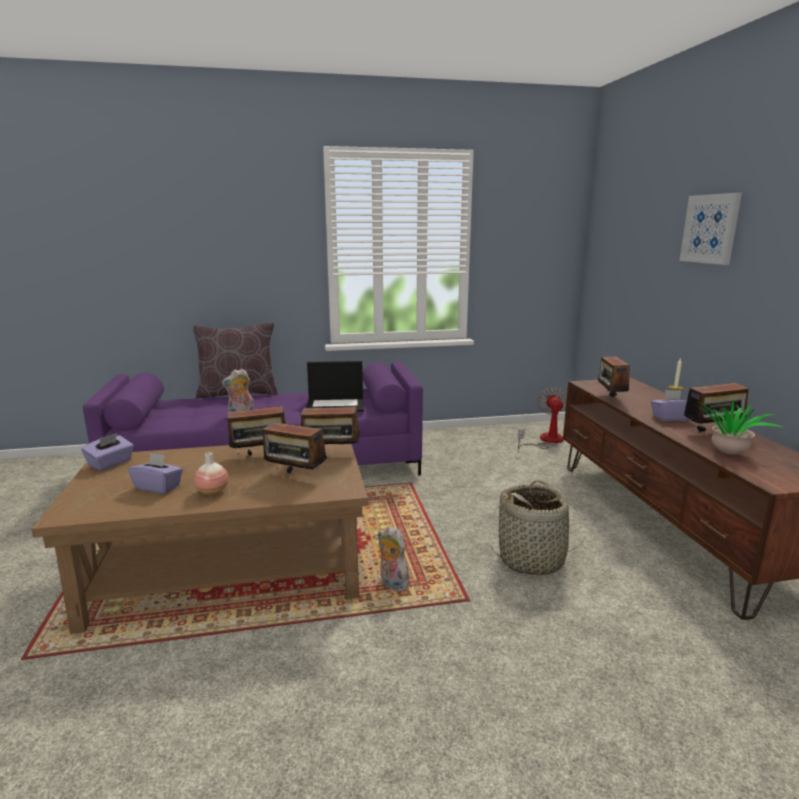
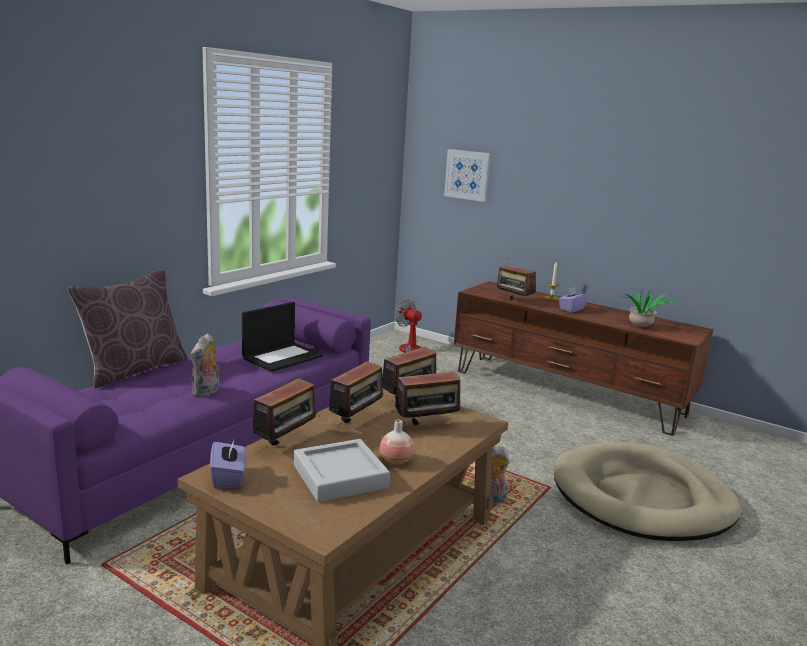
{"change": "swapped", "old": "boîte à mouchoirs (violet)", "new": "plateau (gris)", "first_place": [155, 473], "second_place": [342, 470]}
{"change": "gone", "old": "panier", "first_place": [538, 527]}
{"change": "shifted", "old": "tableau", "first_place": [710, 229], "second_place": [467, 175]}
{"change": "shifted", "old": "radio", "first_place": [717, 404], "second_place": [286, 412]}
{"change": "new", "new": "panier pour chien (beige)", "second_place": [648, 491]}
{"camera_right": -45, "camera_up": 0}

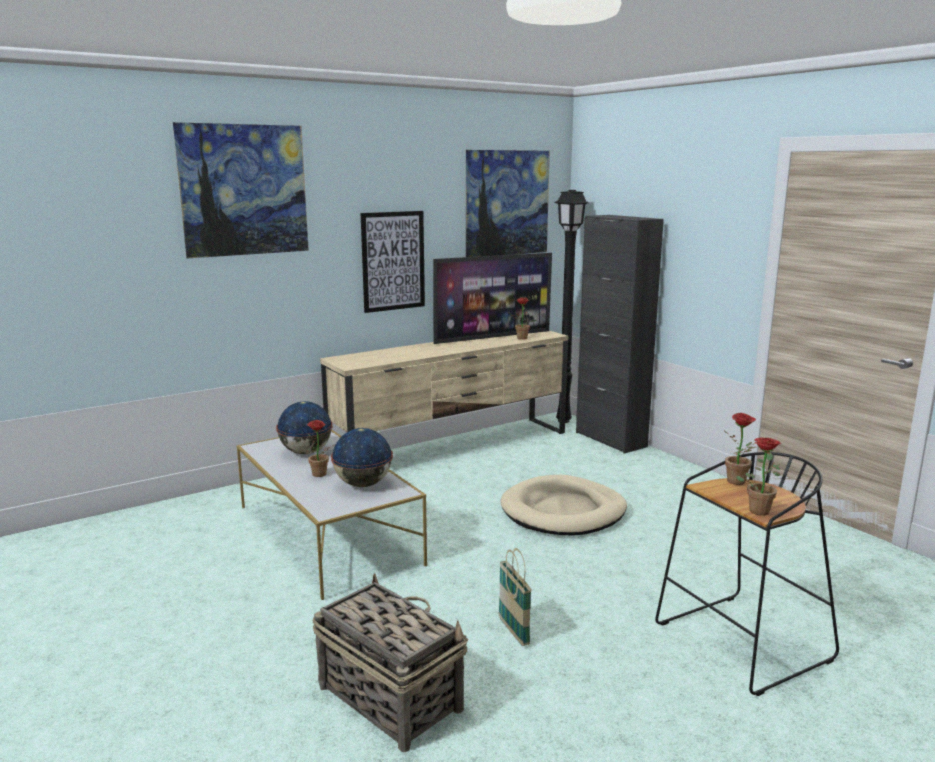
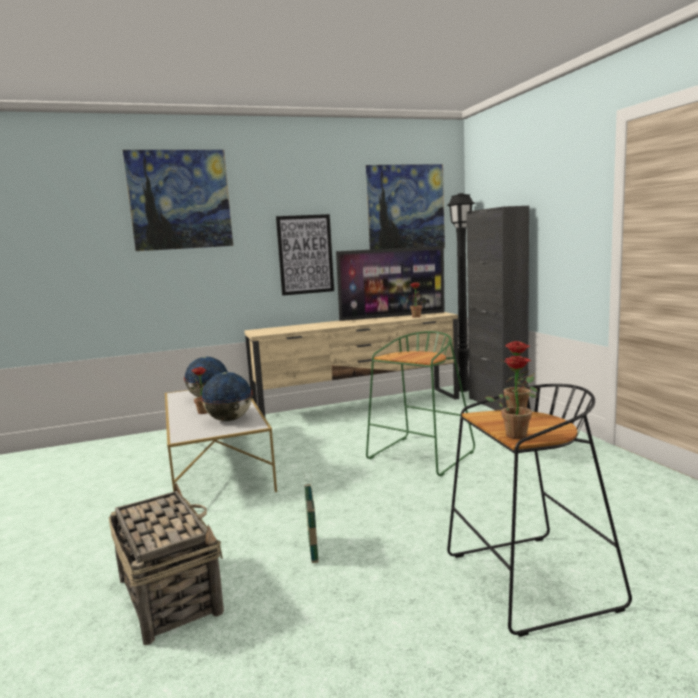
{"change": "swapped", "old": "panier pour chien (beige)", "new": "tabouret (vert)", "first_place": [563, 505], "second_place": [420, 403]}
{"camera_right": 15, "camera_up": -5}

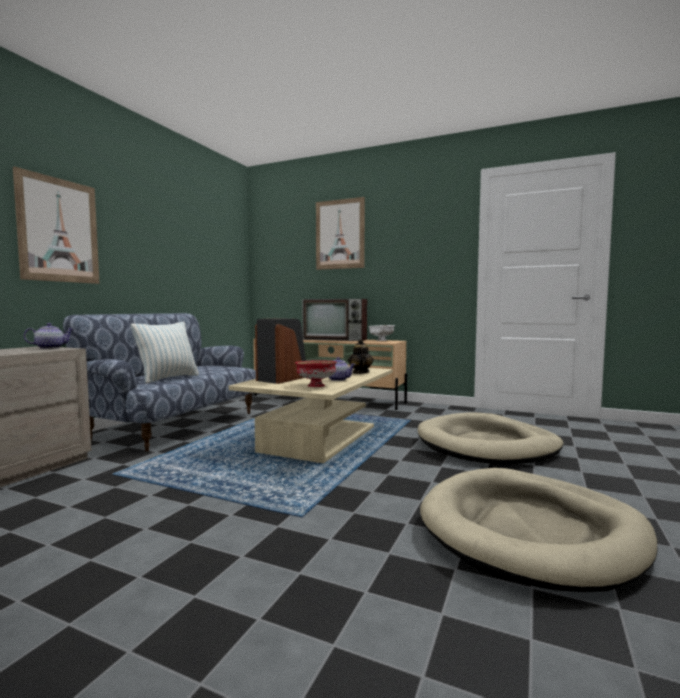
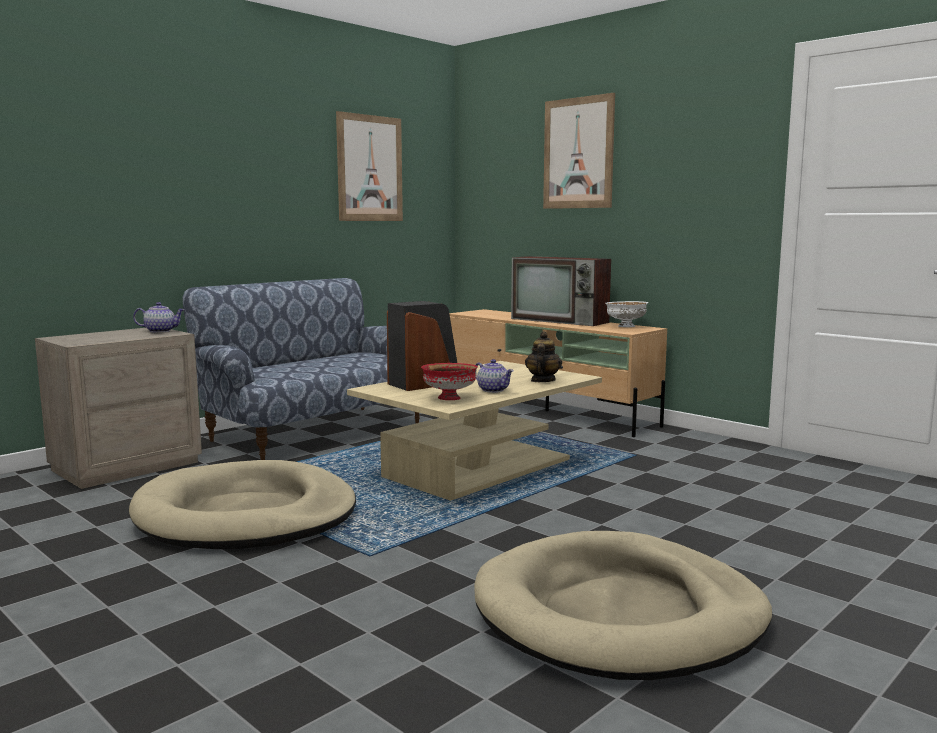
{"change": "shifted", "old": "tableau", "first_place": [56, 225], "second_place": [369, 166]}
{"change": "gone", "old": "coussin", "first_place": [165, 353]}
{"change": "shifted", "old": "panier pour chien (beige)", "first_place": [490, 438], "second_place": [242, 504]}
{"camera_right": 20, "camera_up": 5}

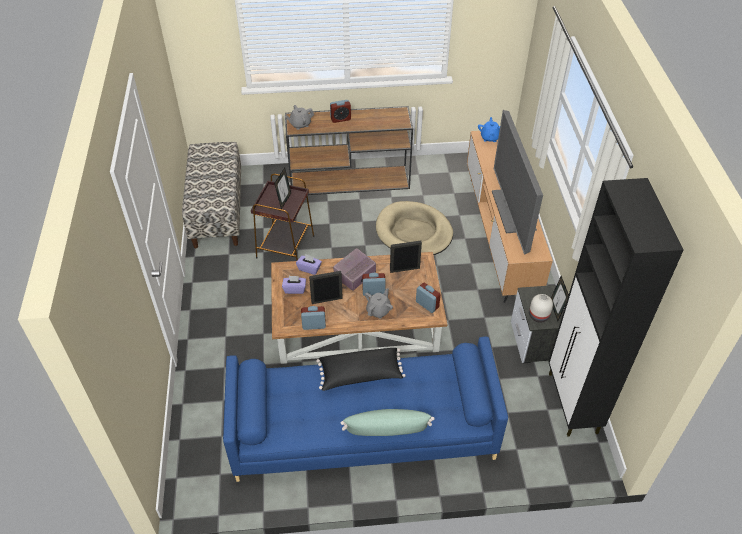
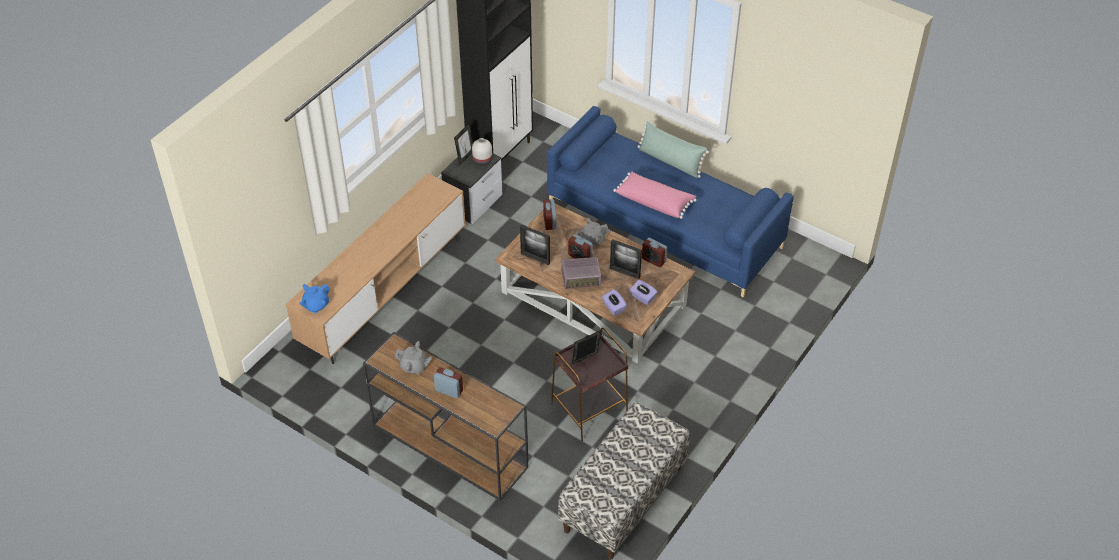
{"change": "shifted", "old": "théière (gris)", "first_place": [299, 117], "second_place": [413, 357]}
{"change": "repainted", "old": "coussin (noir)", "new": "coussin (rose)", "first_place": [360, 369], "second_place": [655, 195]}
{"change": "gone", "old": "panier pour chien (beige)", "first_place": [414, 228]}
{"change": "gone", "old": "téléviseur", "first_place": [517, 182]}
{"camera_right": -140, "camera_up": 0}

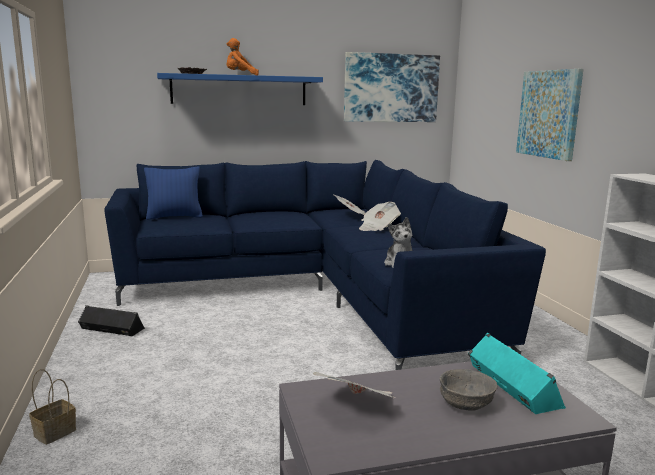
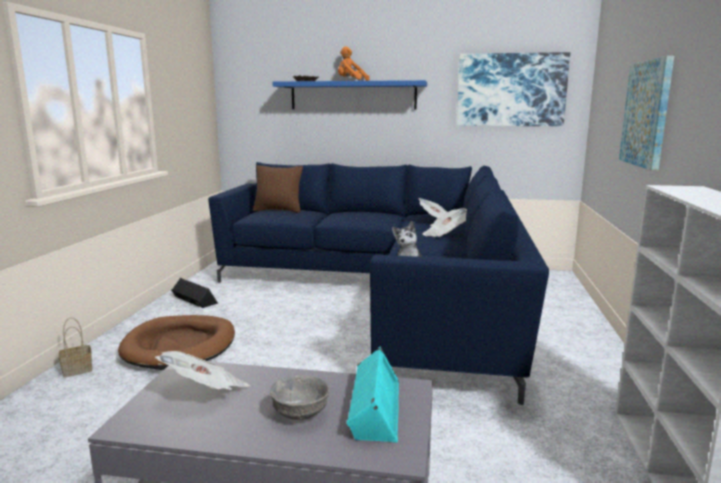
{"change": "repainted", "old": "coussin (bleu)", "new": "coussin (marron)", "first_place": [173, 193], "second_place": [278, 189]}
{"change": "new", "new": "panier pour chien (marron)", "second_place": [176, 342]}
{"camera_right": 25, "camera_up": 0}

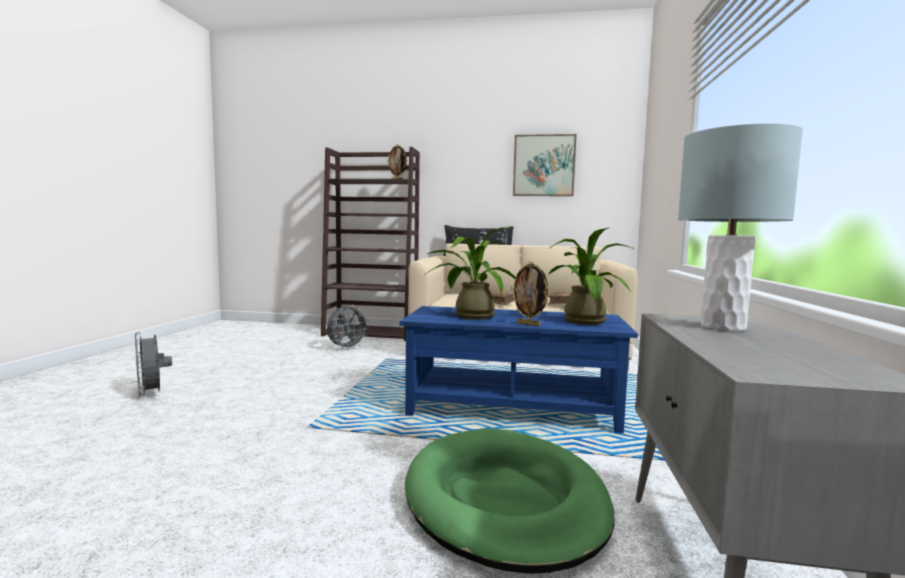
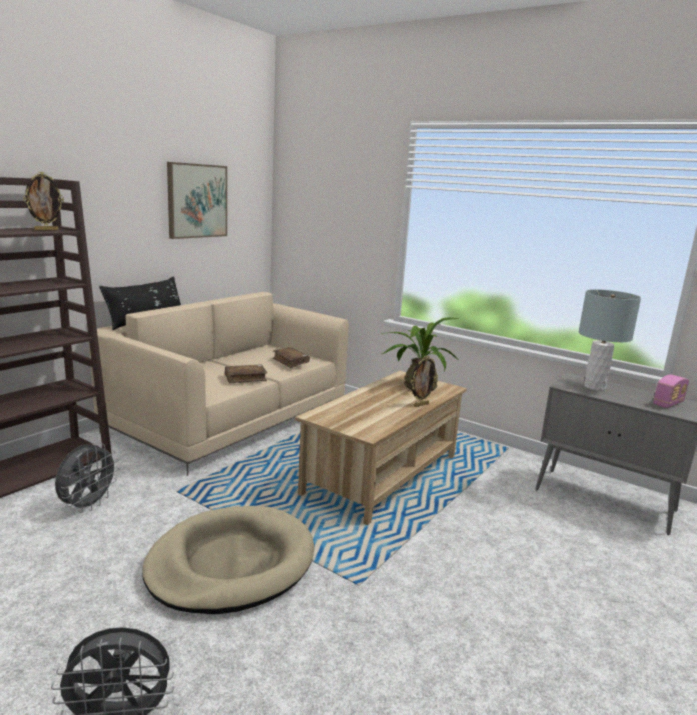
{"change": "rotated", "old": "ventilateur (gris)", "first_place": [348, 326], "second_place": [87, 478], "degrees": 45}
{"change": "repainted", "old": "table basse (bleu)", "new": "table basse (beige)", "first_place": [518, 369], "second_place": [381, 448]}
{"change": "gone", "old": "panier pour chien (vert)", "first_place": [509, 501]}
{"change": "gone", "old": "plante en pot", "first_place": [470, 273]}
{"change": "new", "new": "panier pour chien (beige)", "second_place": [228, 560]}
{"change": "new", "new": "radio", "second_place": [671, 391]}
{"camera_right": -65, "camera_up": 10}

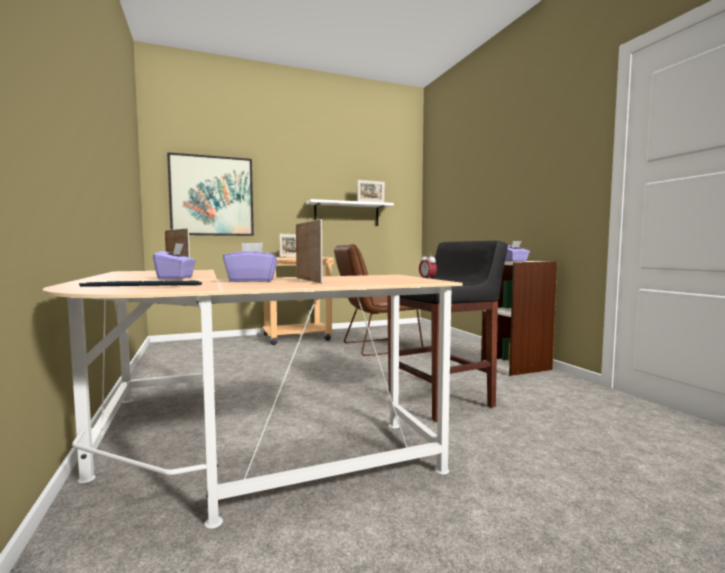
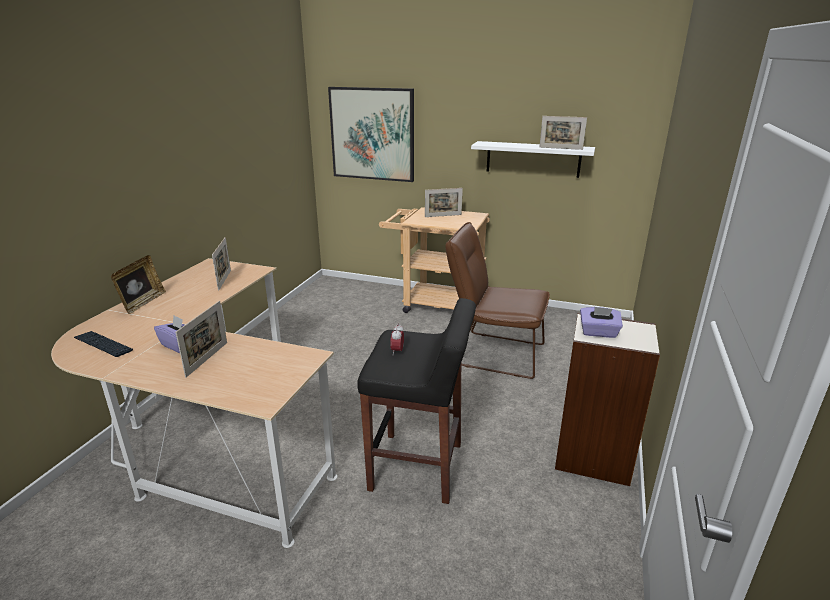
{"change": "gone", "old": "boîte à mouchoirs (violet)", "first_place": [174, 261]}
{"change": "new", "new": "cadre photo", "second_place": [138, 284]}
{"camera_right": 40, "camera_up": 20}

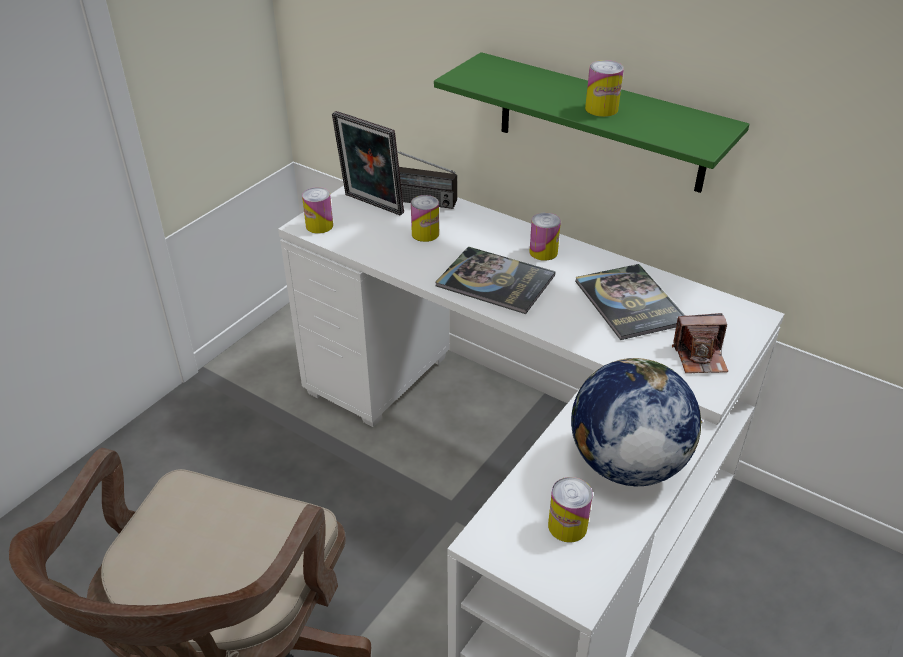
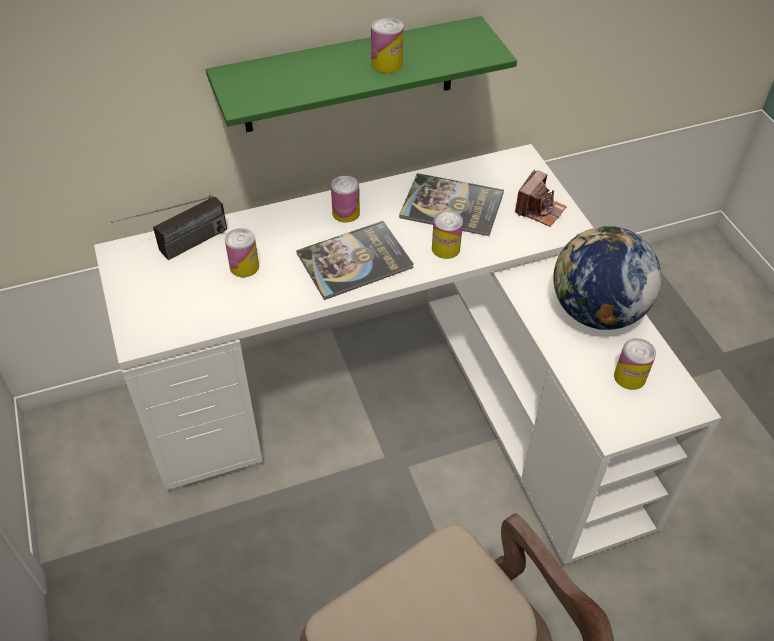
{"change": "shifted", "old": "boîte métallique", "first_place": [317, 210], "second_place": [447, 235]}
{"change": "gone", "old": "cadre photo", "first_place": [368, 163]}
{"camera_right": -55, "camera_up": 10}

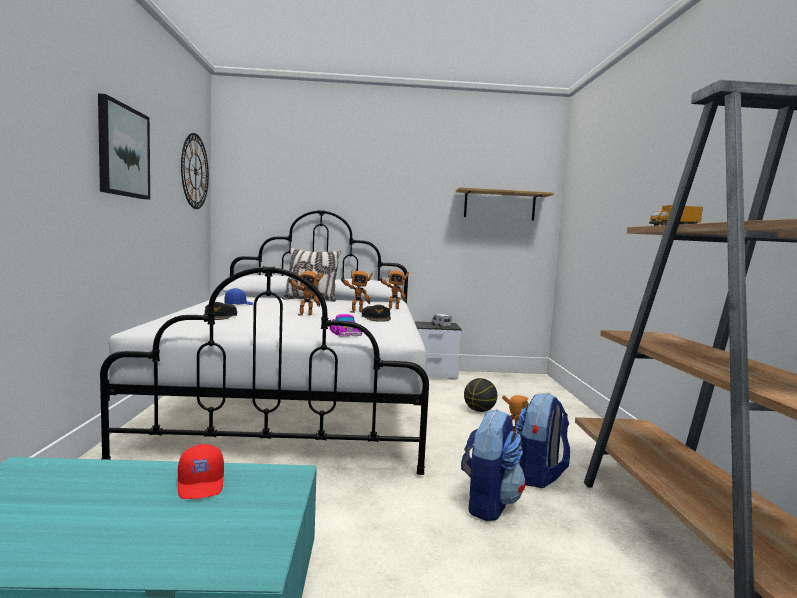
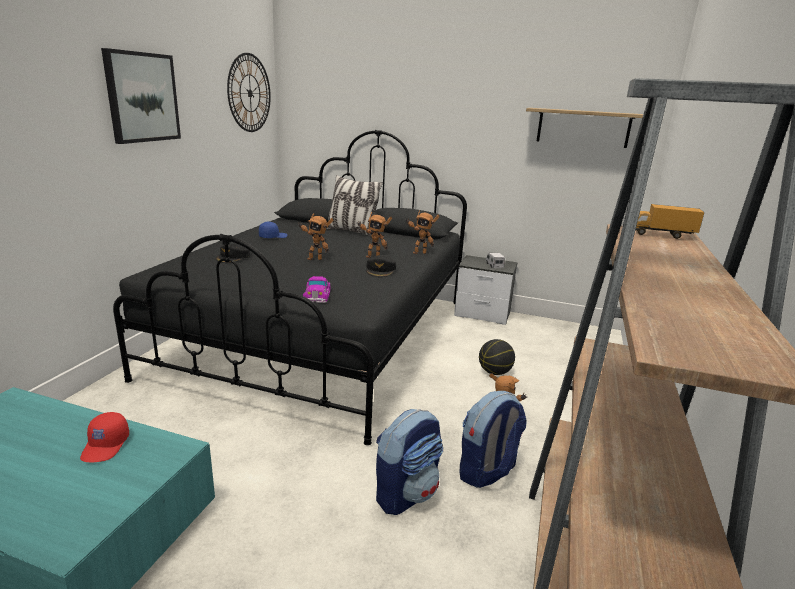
{"change": "repainted", "old": "lit (blanc)", "new": "lit (noir)", "first_place": [264, 342], "second_place": [290, 287]}
{"camera_right": 20, "camera_up": 15}

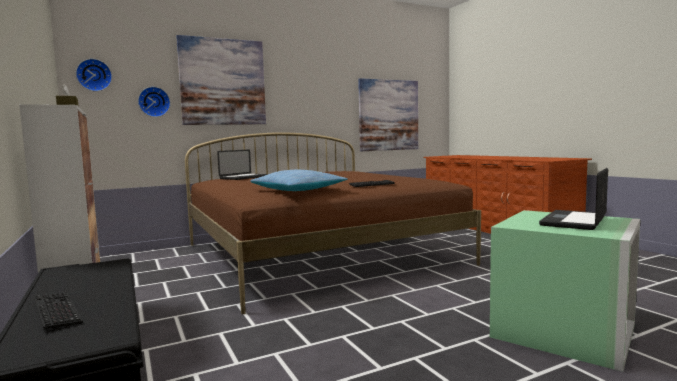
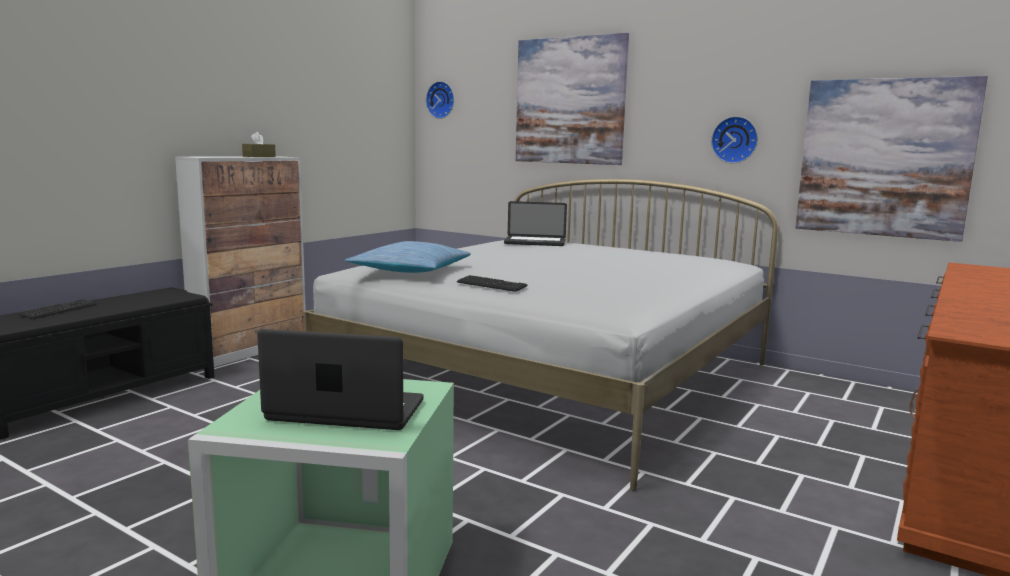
{"change": "shifted", "old": "horloge murale", "first_place": [154, 102], "second_place": [734, 140]}
{"change": "repainted", "old": "lit (marron)", "new": "lit (blanc)", "first_place": [333, 223], "second_place": [540, 335]}
{"camera_right": 60, "camera_up": 5}

